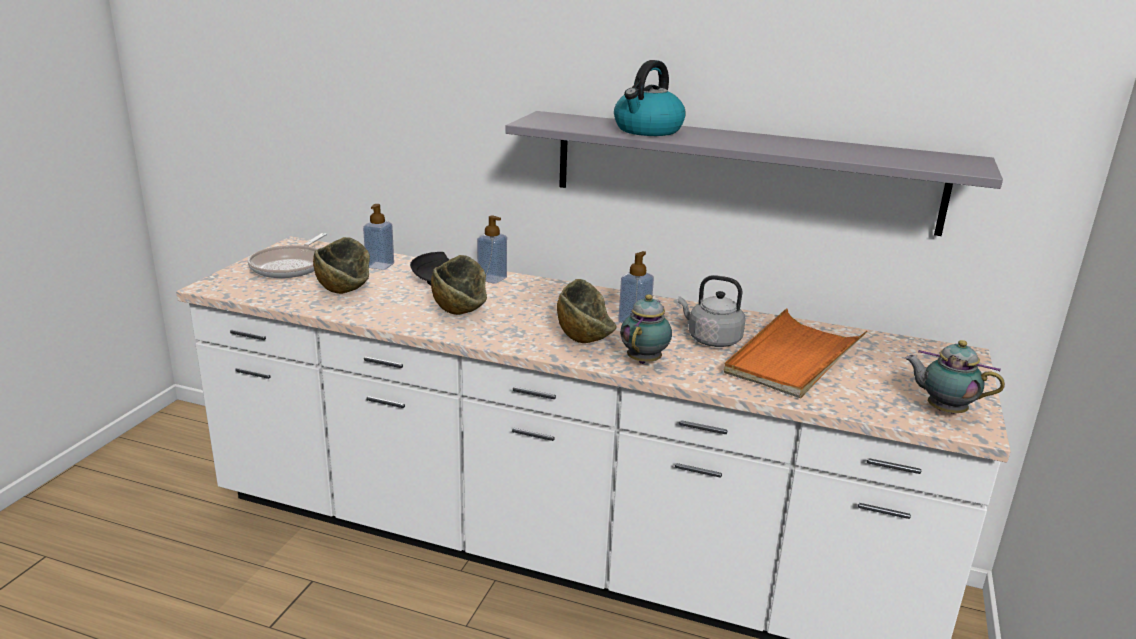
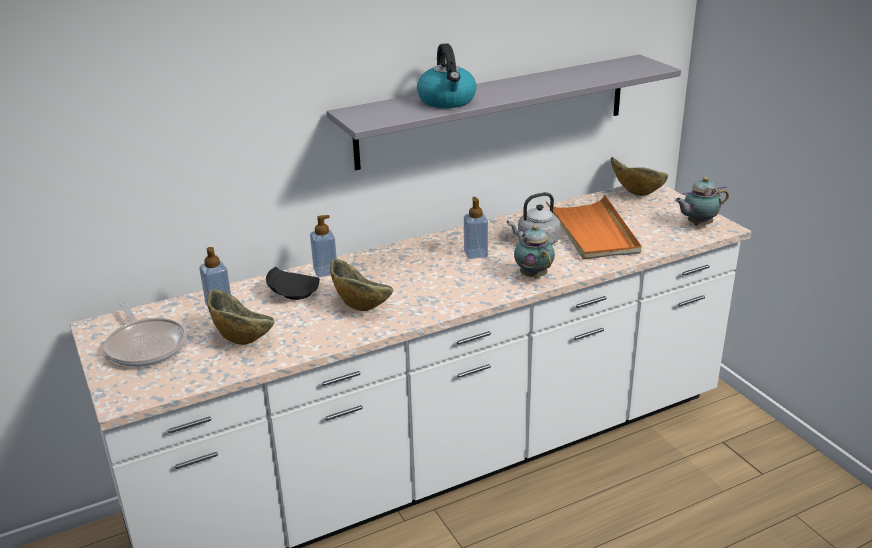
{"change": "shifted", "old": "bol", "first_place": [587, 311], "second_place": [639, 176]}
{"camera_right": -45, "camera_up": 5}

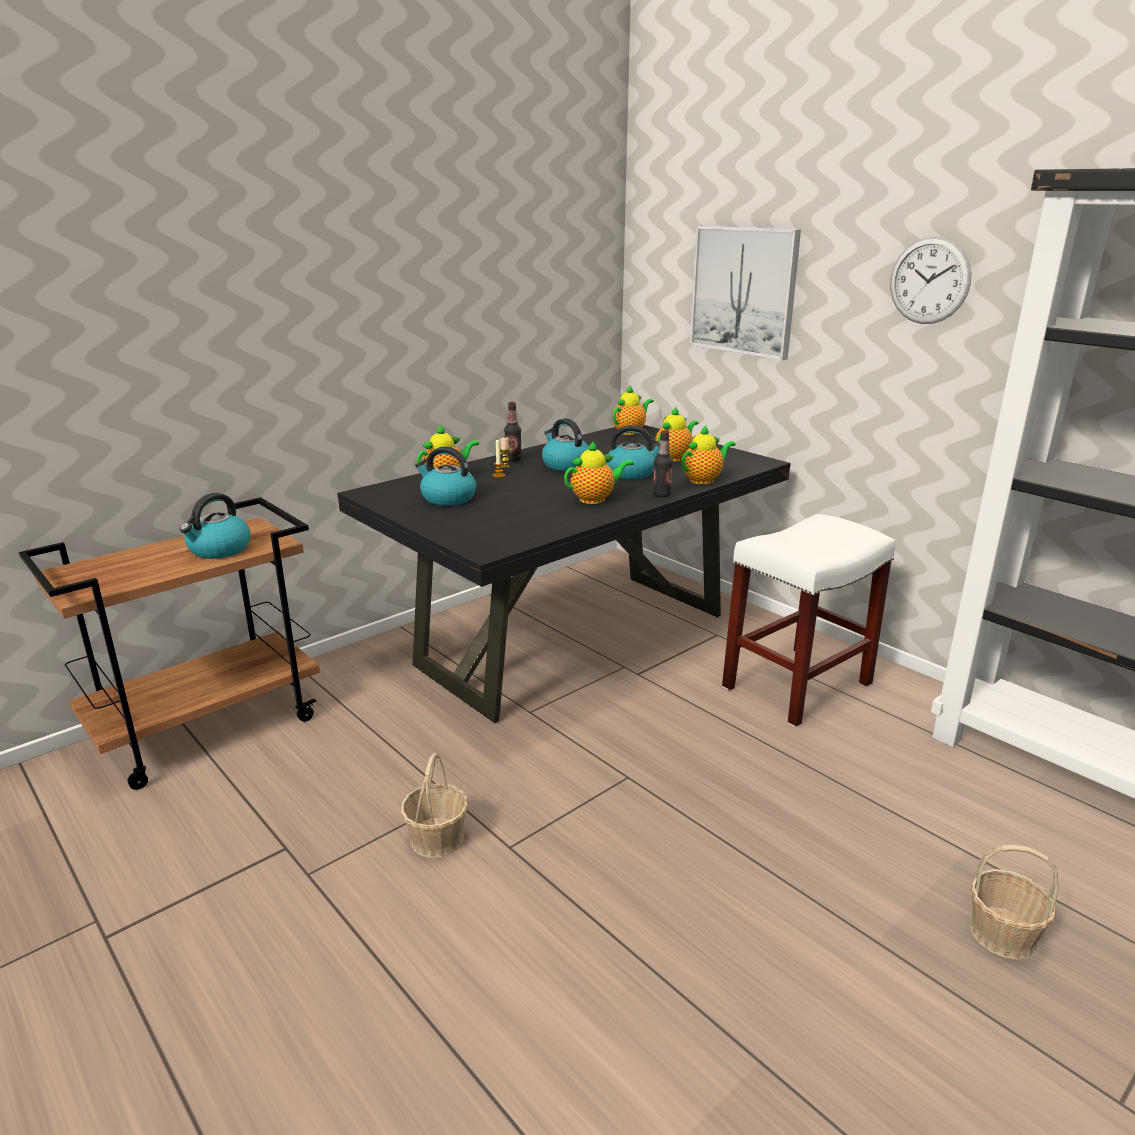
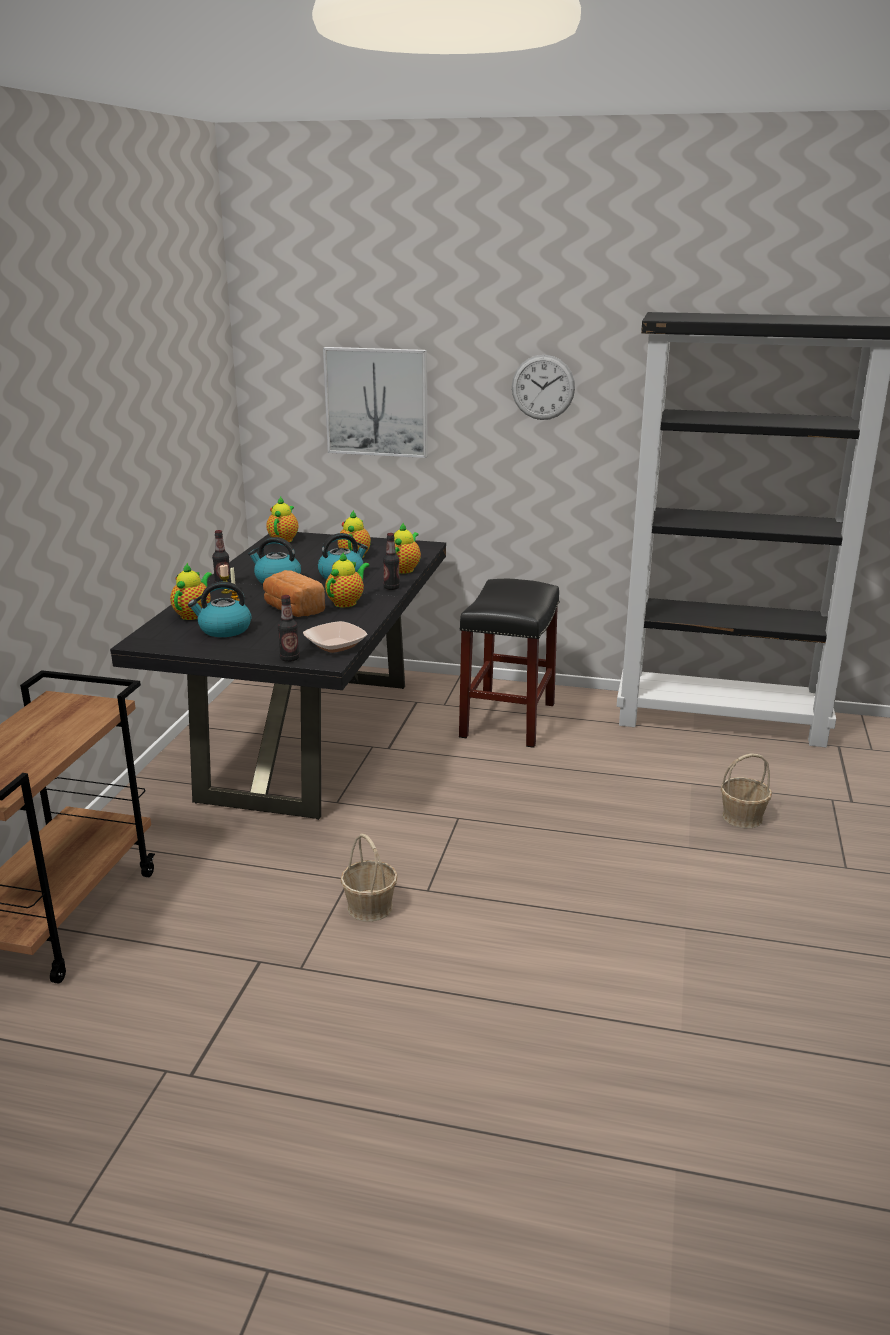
{"change": "gone", "old": "bouilloire", "first_place": [215, 526]}
{"change": "repainted", "old": "tabouret (blanc)", "new": "tabouret (noir)", "first_place": [808, 620], "second_place": [509, 663]}
{"change": "new", "new": "pain", "second_place": [294, 593]}
{"change": "new", "new": "bouteille", "second_place": [288, 628]}
{"change": "new", "new": "bol", "second_place": [335, 637]}
{"camera_right": -35, "camera_up": 0}

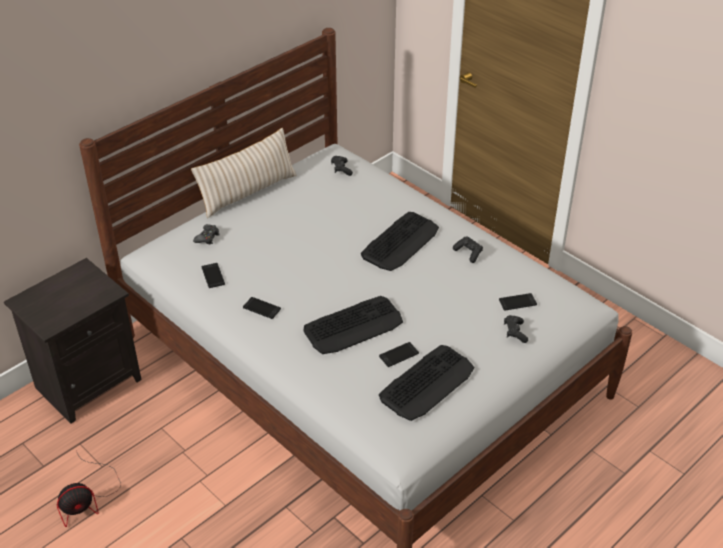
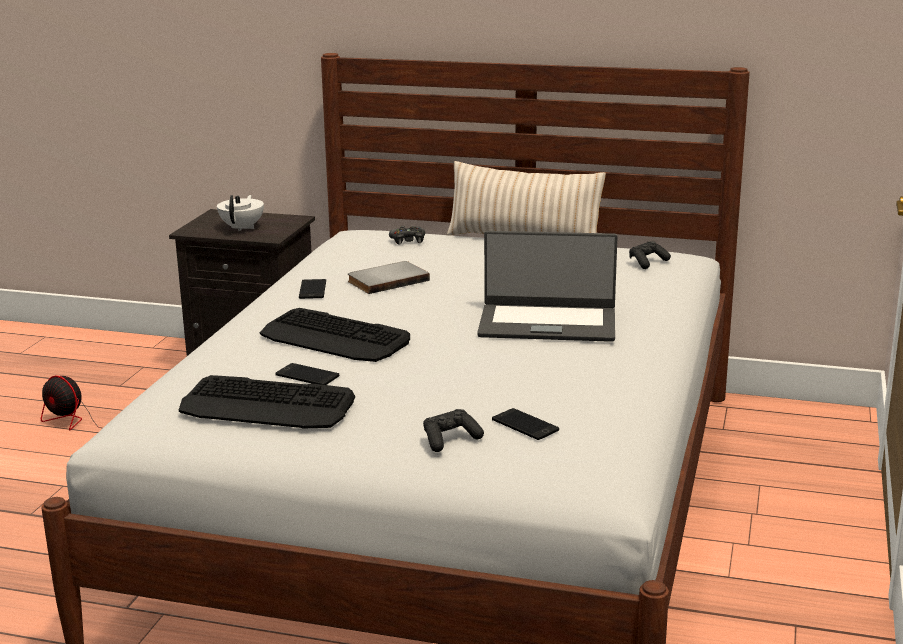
{"change": "gone", "old": "téléphone", "first_place": [213, 275]}
{"change": "swapped", "old": "clavier", "new": "ordinateur portable", "first_place": [400, 241], "second_place": [547, 286]}
{"change": "gone", "old": "manette (noir)", "first_place": [468, 250]}
{"change": "new", "new": "théière (blanc)", "second_place": [240, 213]}
{"change": "new", "new": "livre (gris)", "second_place": [389, 277]}
{"camera_right": 60, "camera_up": -20}

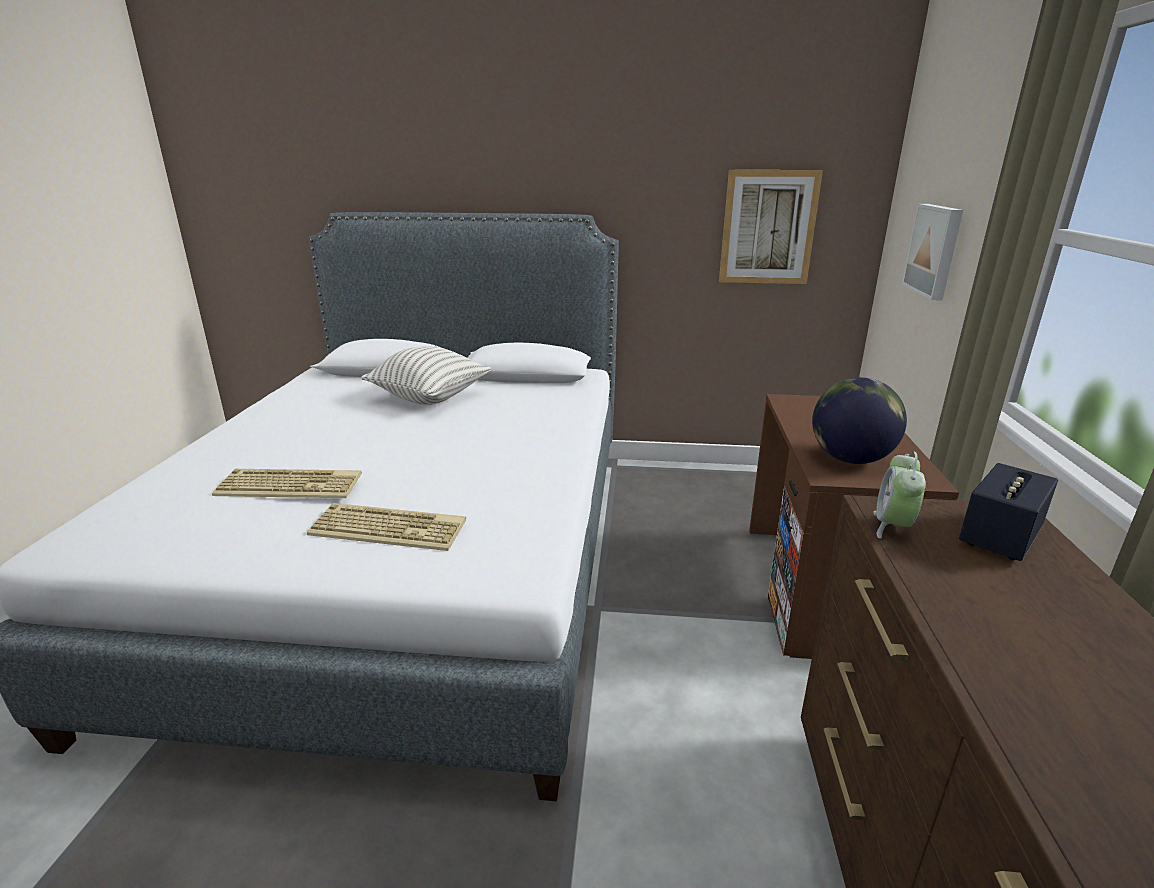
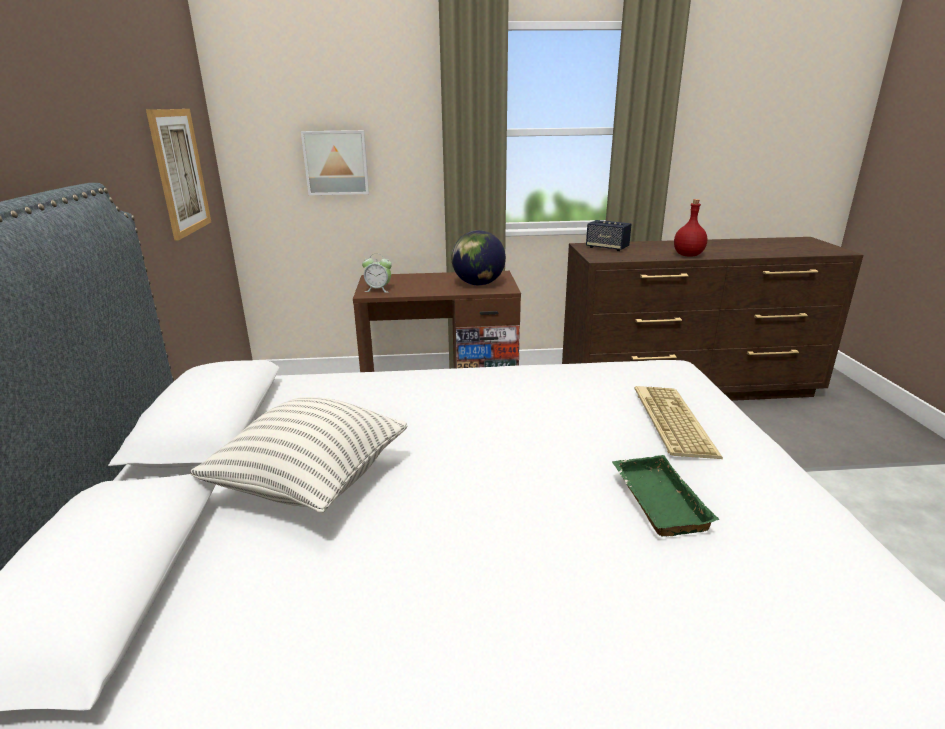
{"change": "swapped", "old": "clavier", "new": "plateau (vert)", "first_place": [287, 483], "second_place": [666, 495]}
{"change": "shifted", "old": "réveil", "first_place": [899, 495], "second_place": [377, 273]}
{"change": "new", "new": "bouteille (rouge)", "second_place": [690, 228]}
{"camera_right": -100, "camera_up": 0}

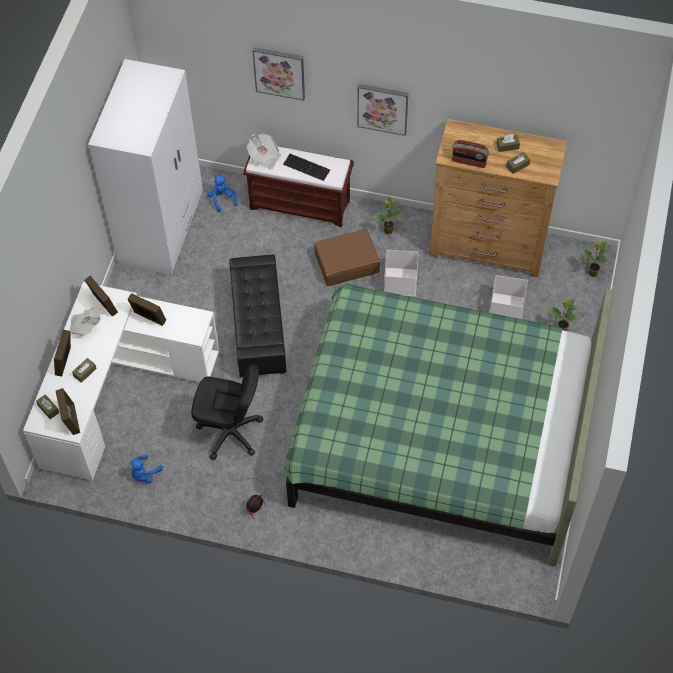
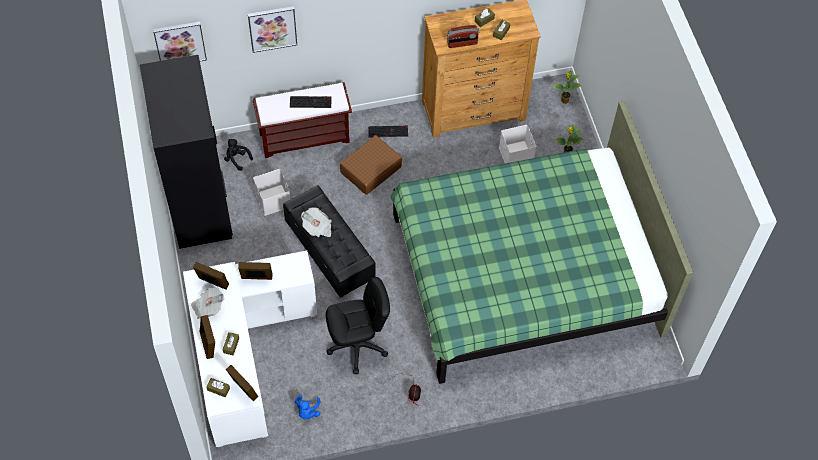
{"change": "repainted", "old": "armoire (blanc)", "new": "armoire (noir)", "first_place": [145, 167], "second_place": [186, 152]}
{"change": "repainted", "old": "peluche (bleu)", "new": "peluche (noir)", "first_place": [222, 193], "second_place": [238, 155]}
{"change": "shifted", "old": "journal", "first_place": [264, 151], "second_place": [316, 222]}
{"change": "shifted", "old": "tableau", "first_place": [382, 110], "second_place": [180, 41]}
{"change": "swapped", "old": "plante en pot", "new": "clavier", "first_place": [388, 215], "second_place": [388, 131]}
{"change": "shifted", "old": "boîte de rangement (blanc)", "first_place": [401, 273], "second_place": [271, 192]}
{"camera_right": -30, "camera_up": 0}

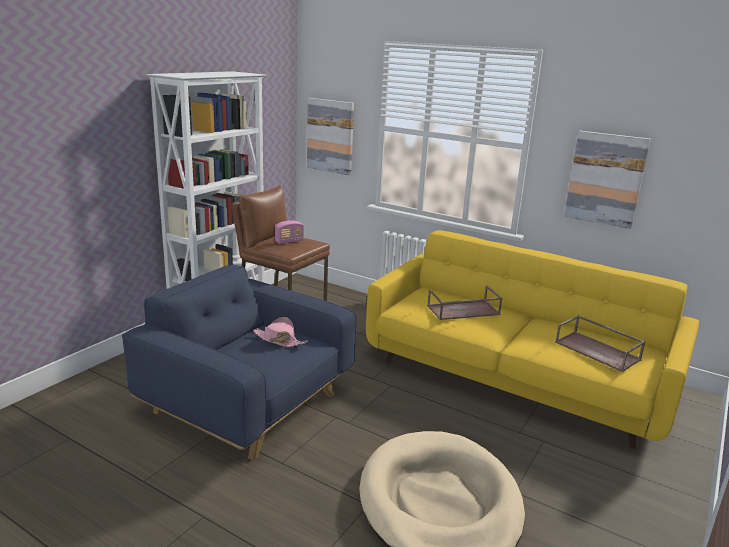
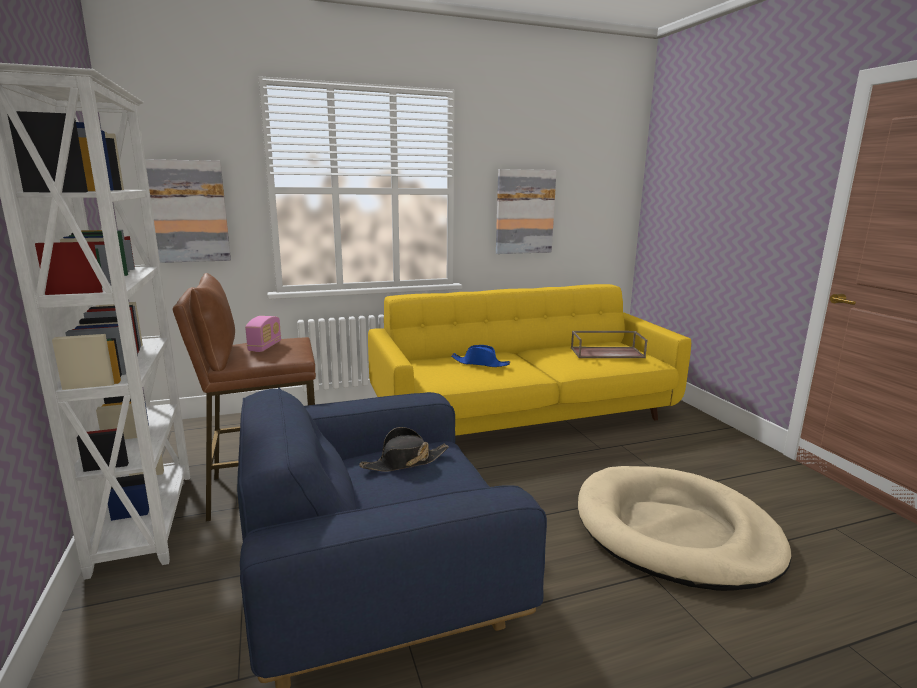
{"change": "repainted", "old": "chapeau (rose)", "new": "chapeau (noir)", "first_place": [280, 332], "second_place": [404, 449]}
{"change": "swapped", "old": "plateau (marron)", "new": "chapeau (bleu)", "first_place": [465, 302], "second_place": [480, 356]}
{"camera_right": -50, "camera_up": -5}

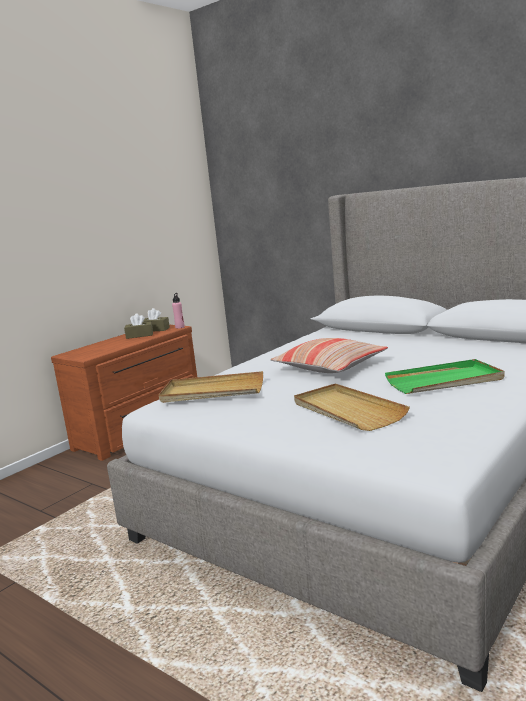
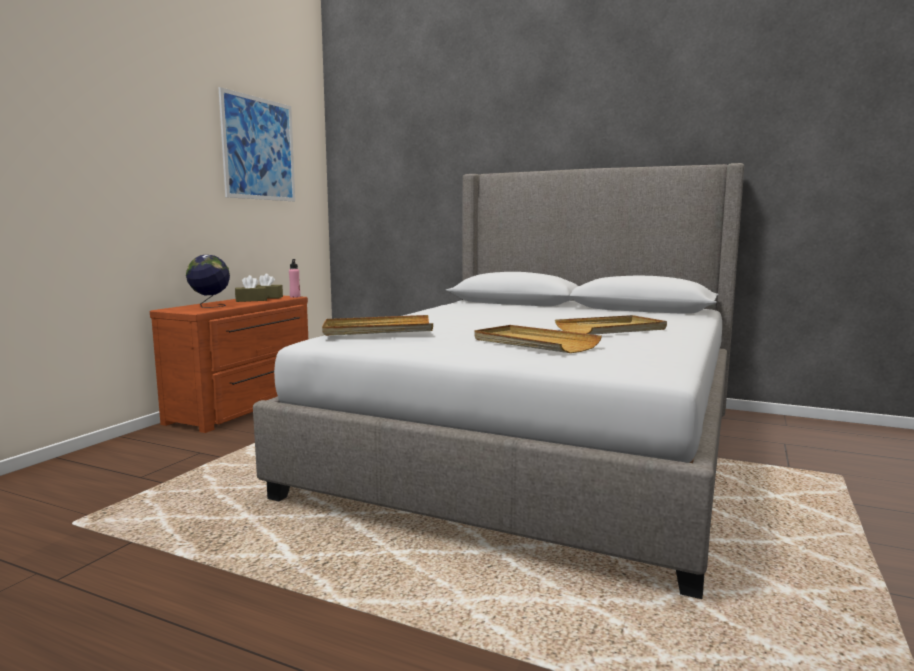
{"change": "gone", "old": "coussin", "first_place": [329, 355]}
{"change": "repainted", "old": "plateau (vert)", "new": "plateau (beige)", "first_place": [445, 376], "second_place": [611, 325]}
{"change": "new", "new": "globe", "second_place": [208, 281]}
{"change": "new", "new": "tableau", "second_place": [257, 144]}
{"camera_right": -15, "camera_up": -5}

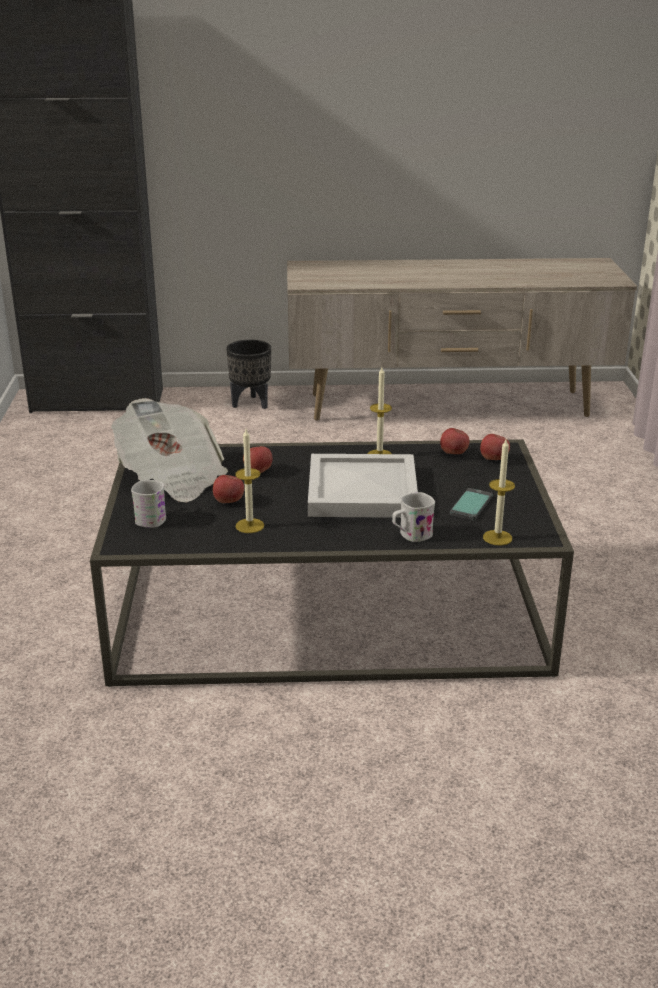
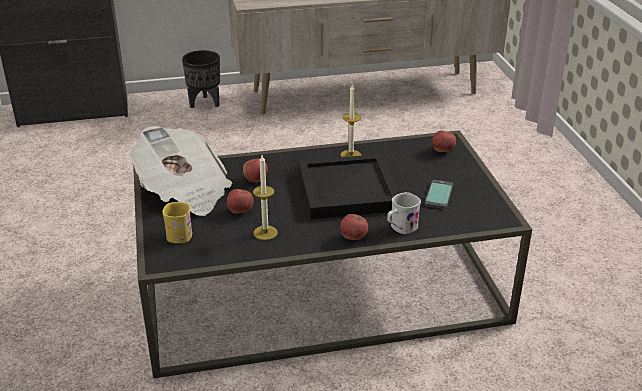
{"change": "repainted", "old": "mug (blanc)", "new": "mug (jaune)", "first_place": [148, 504], "second_place": [177, 222]}
{"change": "repainted", "old": "plateau (blanc)", "new": "plateau (noir)", "first_place": [363, 486], "second_place": [348, 186]}
{"change": "shifted", "old": "pomme", "first_place": [454, 441], "second_place": [354, 227]}
{"change": "gone", "old": "bougie", "first_place": [499, 492]}
{"camera_right": -10, "camera_up": 5}

